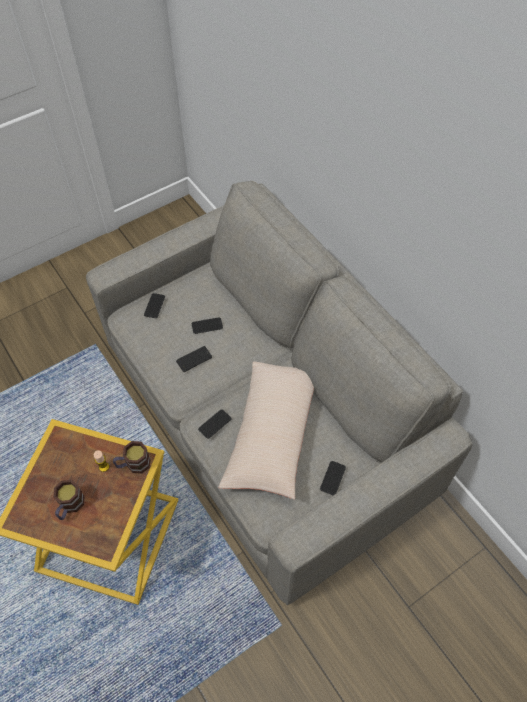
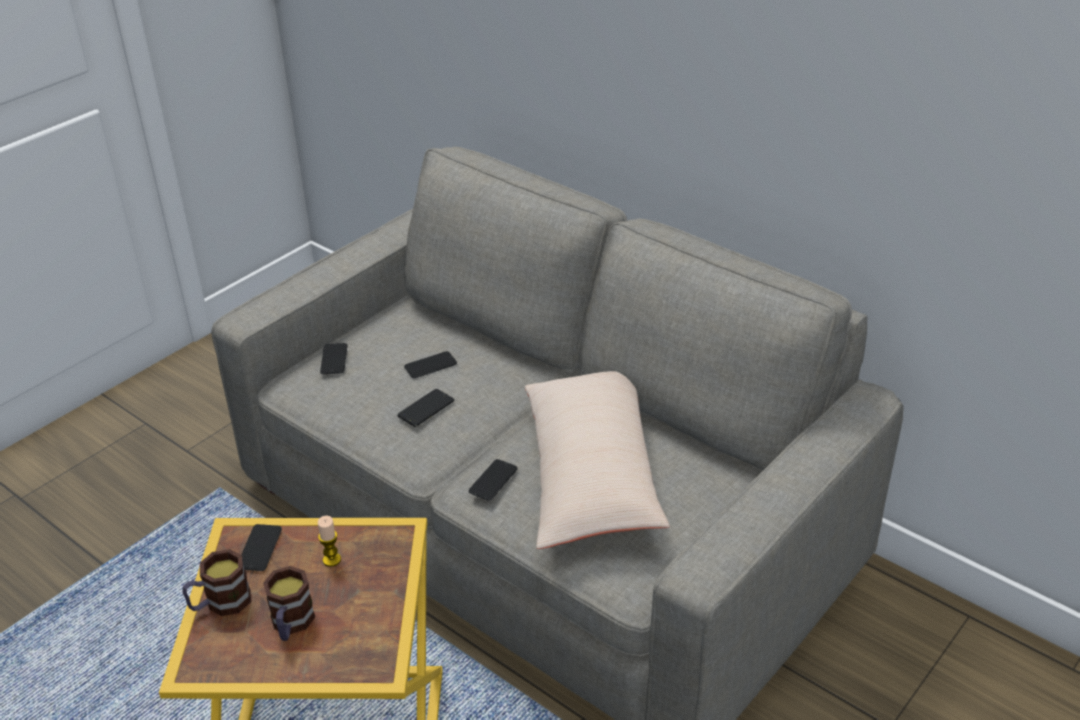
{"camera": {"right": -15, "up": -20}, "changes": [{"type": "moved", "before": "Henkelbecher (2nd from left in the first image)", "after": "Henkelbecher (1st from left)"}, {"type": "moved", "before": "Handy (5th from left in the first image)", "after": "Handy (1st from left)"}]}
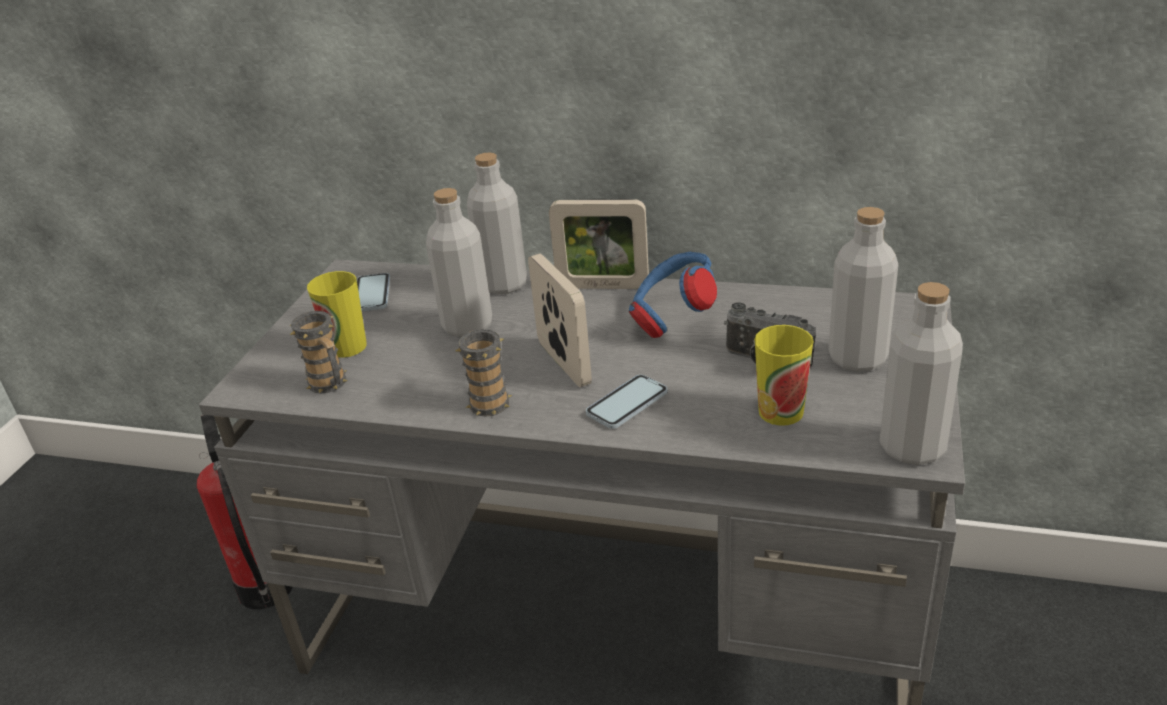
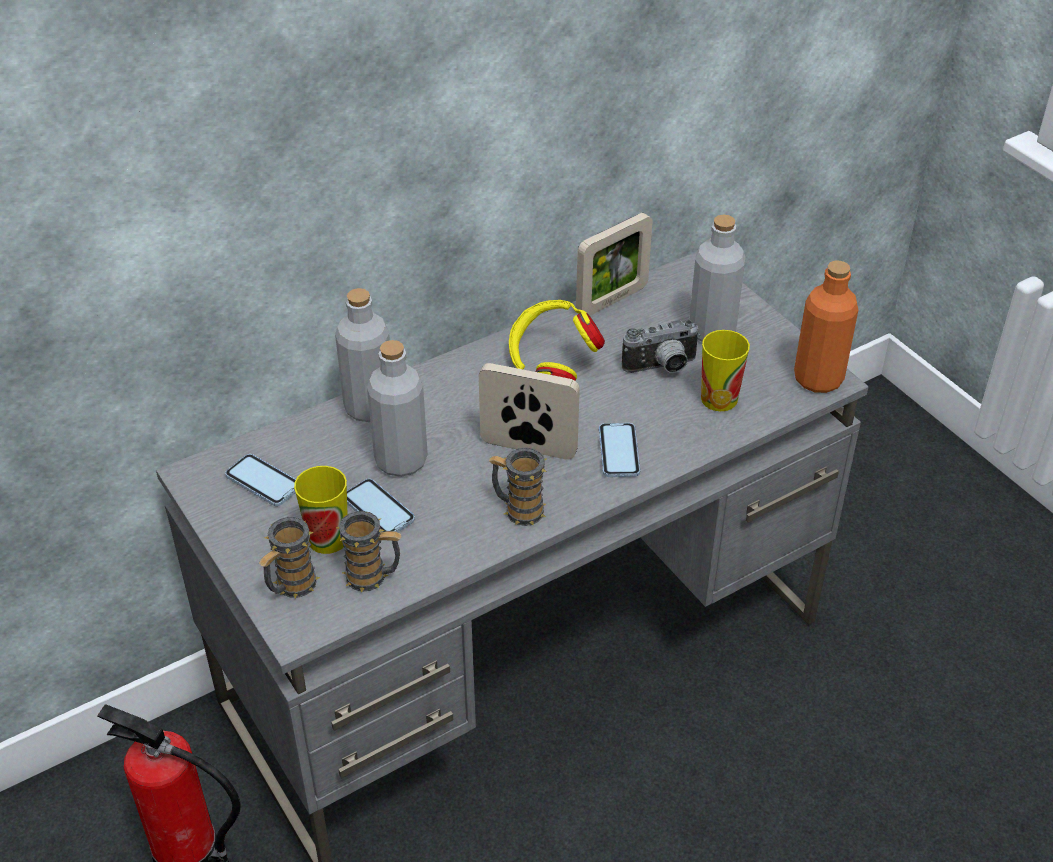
{"camera": {"right": -50, "up": 10}, "changes": [{"type": "moved", "before": "Bilderrahmen (2nd from left)"}, {"type": "recoloured", "before": "Kopfhörer [blau]", "after": "Kopfhörer [gelb]"}, {"type": "recoloured", "before": "Flasche [grau] (4th from left)", "after": "Flasche [orange]"}, {"type": "added", "after": "Henkelbecher (1st from left)"}, {"type": "added", "after": "Handy (2nd from left)"}]}
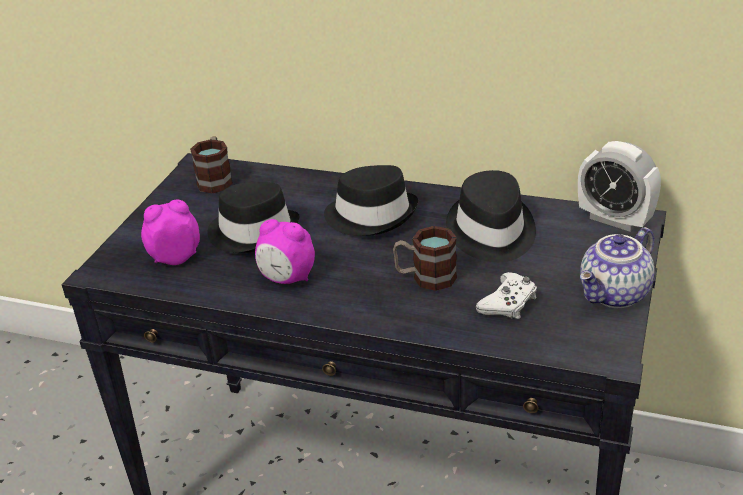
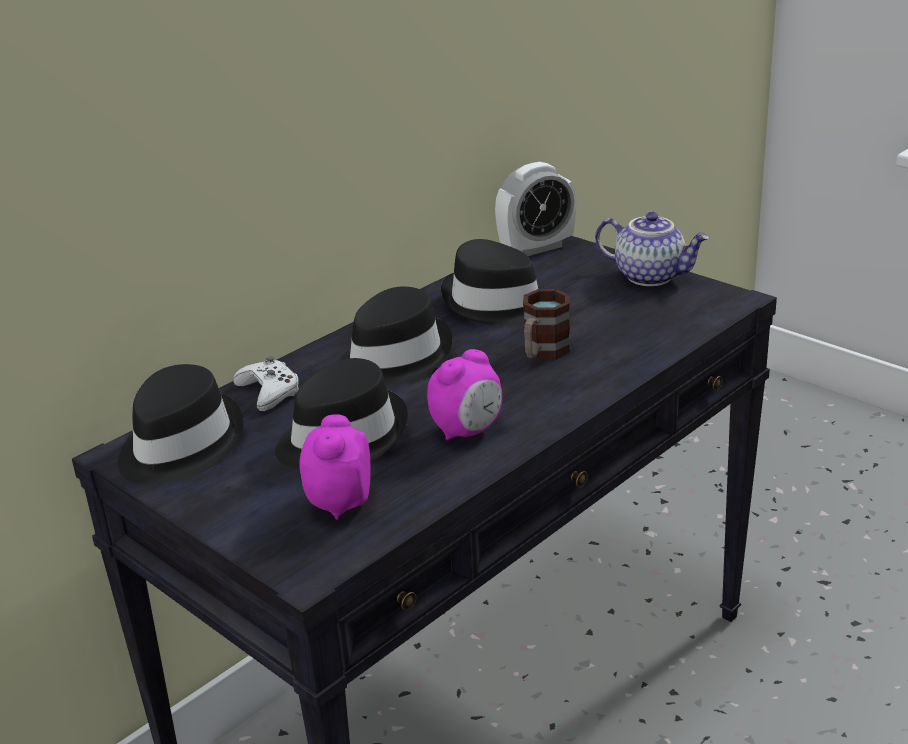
{"camera": {"right": -65, "up": -5}, "changes": [{"type": "replaced", "before": "Henkelbecher (1st from left)", "after": "Hut [schwarz] (1st from left)"}, {"type": "moved", "before": "Gamepad [weiß]"}, {"type": "turned", "before": "Teekanne", "turn": -45}]}
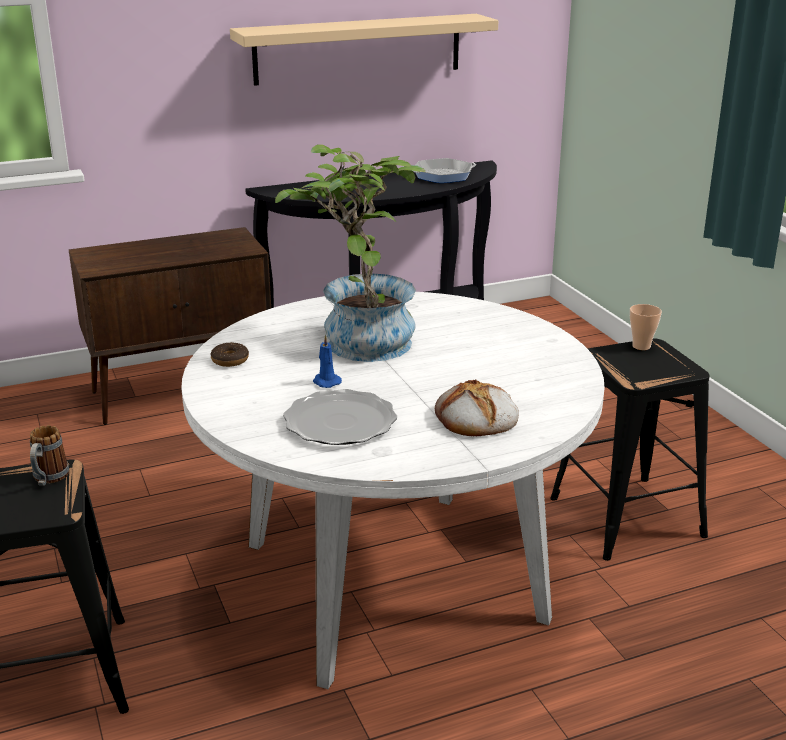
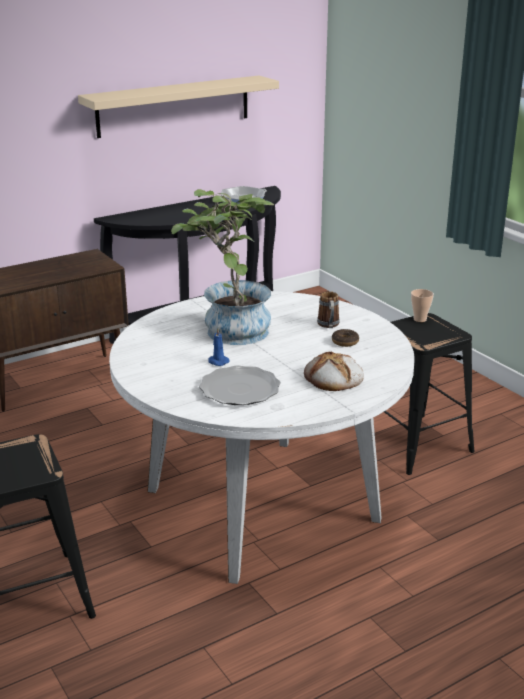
{"camera": {"right": -10, "up": 0}, "changes": [{"type": "moved", "before": "Henkelbecher"}, {"type": "moved", "before": "Donut"}]}
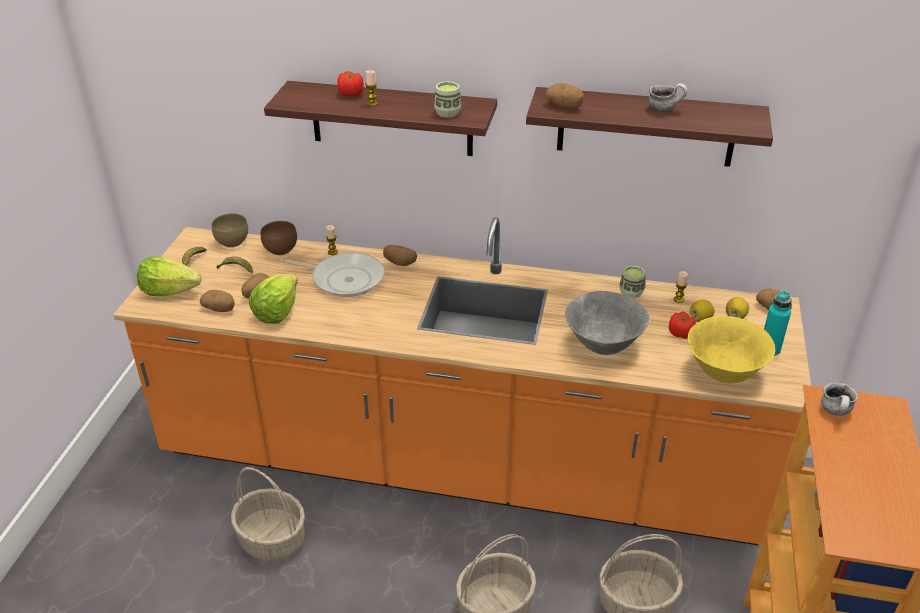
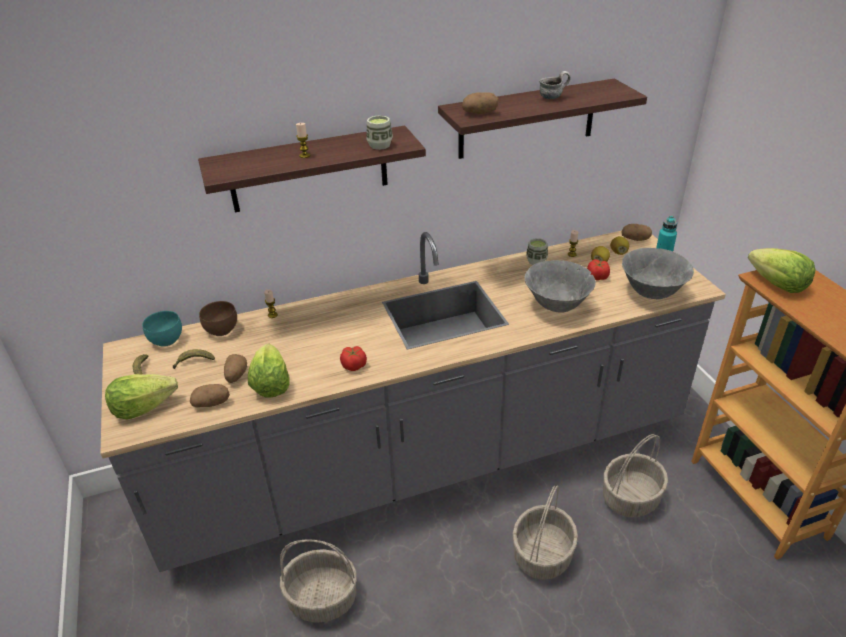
{"camera": {"right": -30, "up": 0}, "changes": [{"type": "recoloured", "before": "Küchenzeile [orange]", "after": "Küchenzeile [grau]"}, {"type": "recoloured", "before": "Schüssel [braun] (1st from left)", "after": "Schüssel [türkis]"}, {"type": "removed", "before": "Pfanne"}, {"type": "moved", "before": "Tomate (1st from left)"}, {"type": "removed", "before": "Kartoffel (3rd from left)"}, {"type": "recoloured", "before": "Schüssel [gelb]", "after": "Schüssel [grau] (2nd from left)"}, {"type": "replaced", "before": "Henkelbecher (2nd from left)", "after": "Salatkopf (3rd from left)"}]}
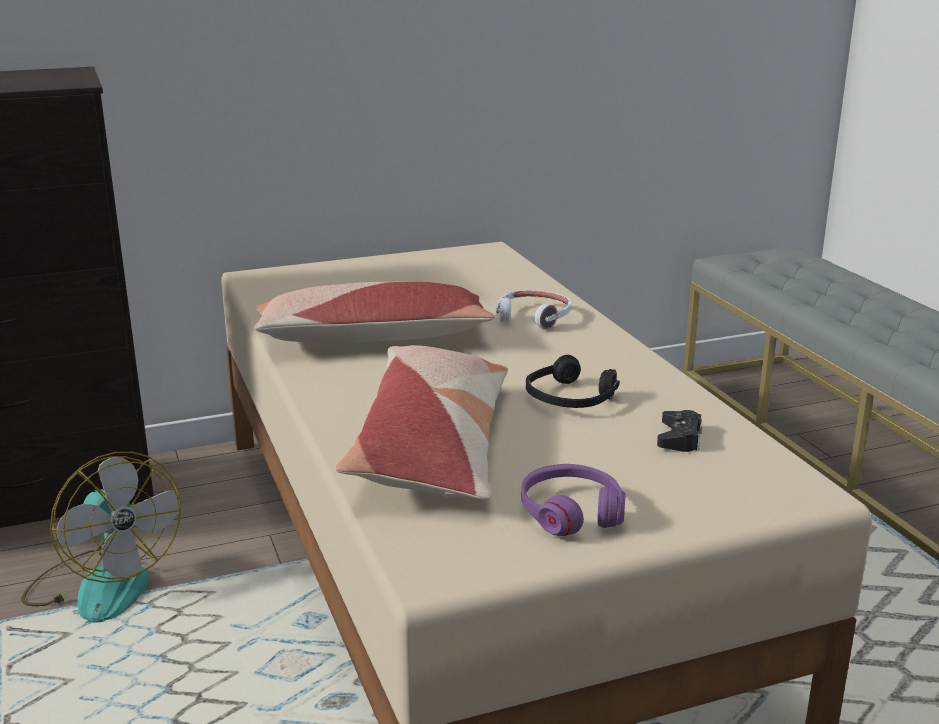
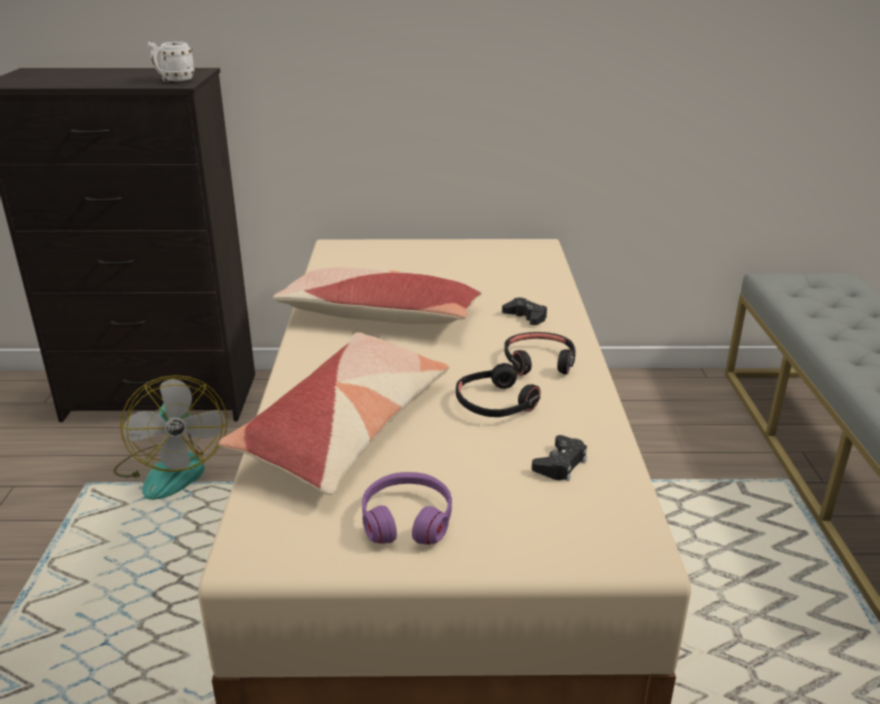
{"camera": {"right": 20, "up": 5}, "changes": [{"type": "replaced", "before": "Kopfhörer [weiß]", "after": "Gamepad [schwarz] (1st from left)"}, {"type": "added", "after": "Henkelbecher [weiß]"}, {"type": "added", "after": "Kopfhörer [schwarz] (2nd from left)"}]}
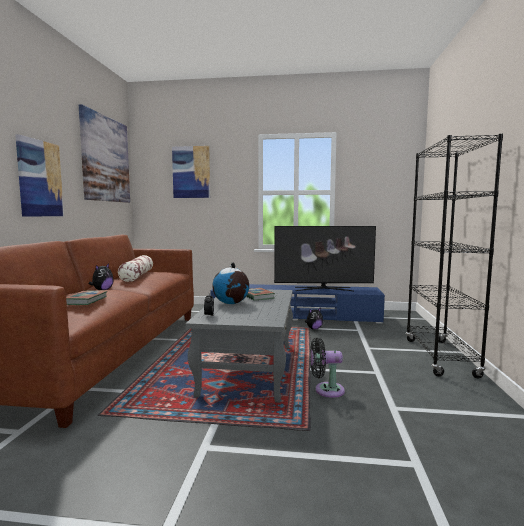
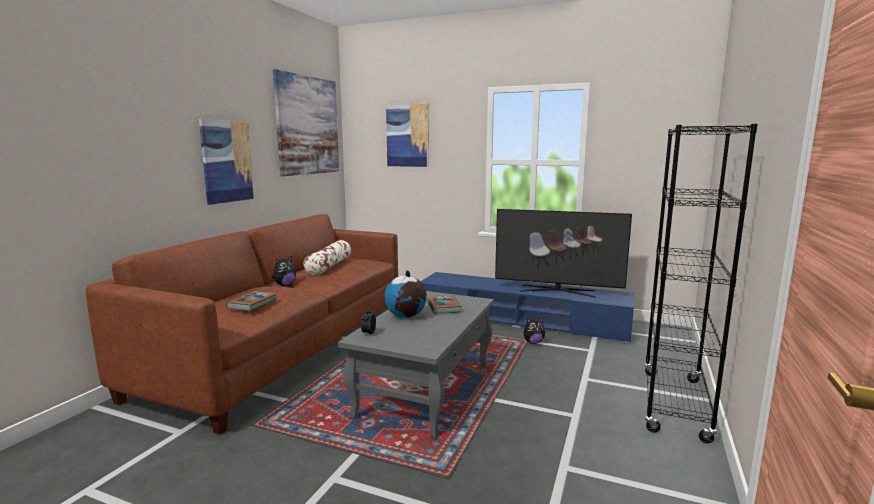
{"camera": {"right": 15, "up": 5}, "changes": [{"type": "removed", "before": "Ventilator [schwarz]"}]}
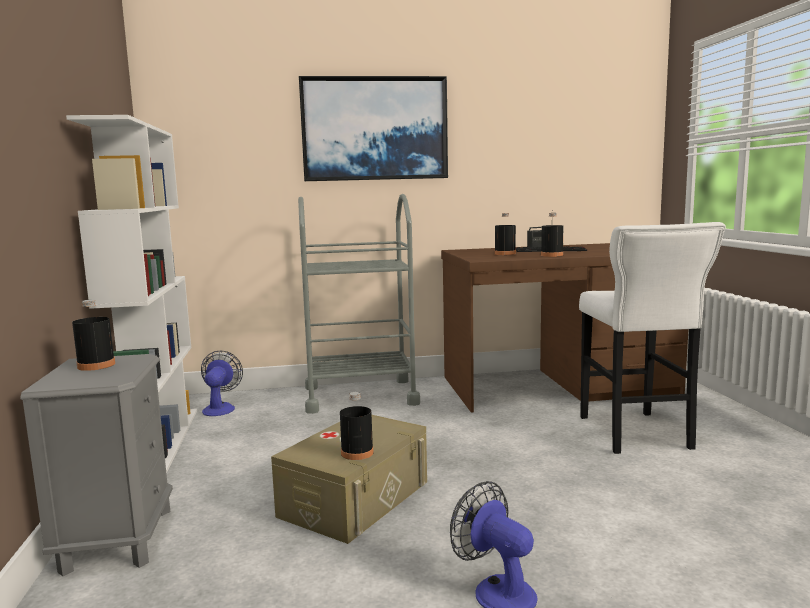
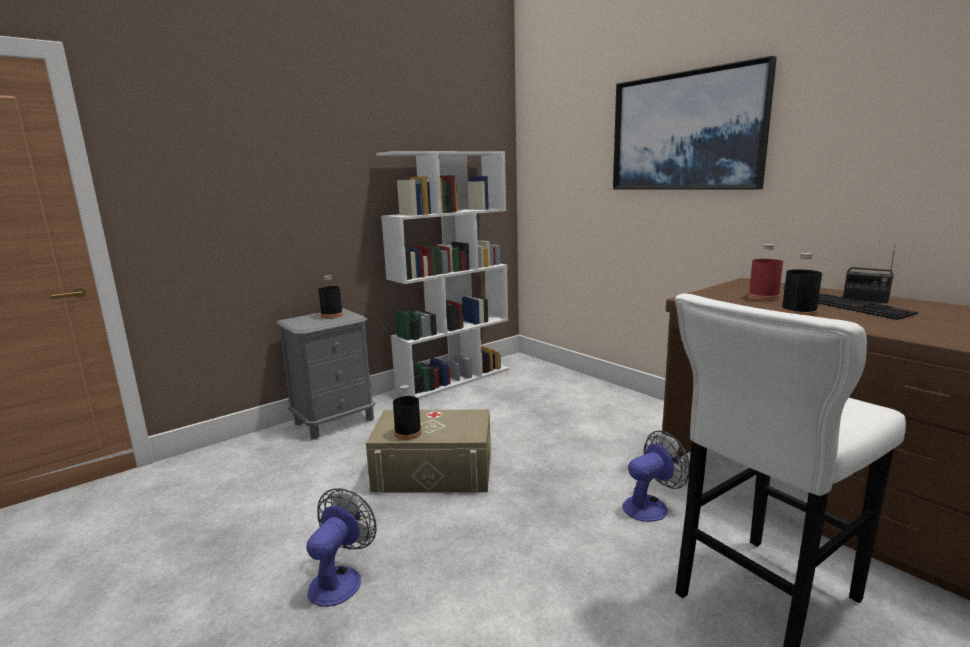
{"camera": {"right": 60, "up": 5}, "changes": [{"type": "moved", "before": "Ventilator (1st from left in the first image)", "after": "Ventilator (2nd from left)"}, {"type": "removed", "before": "Rollwagen [grau]"}, {"type": "recoloured", "before": "Flasche [schwarz] (3rd from left)", "after": "Flasche [rot]"}]}
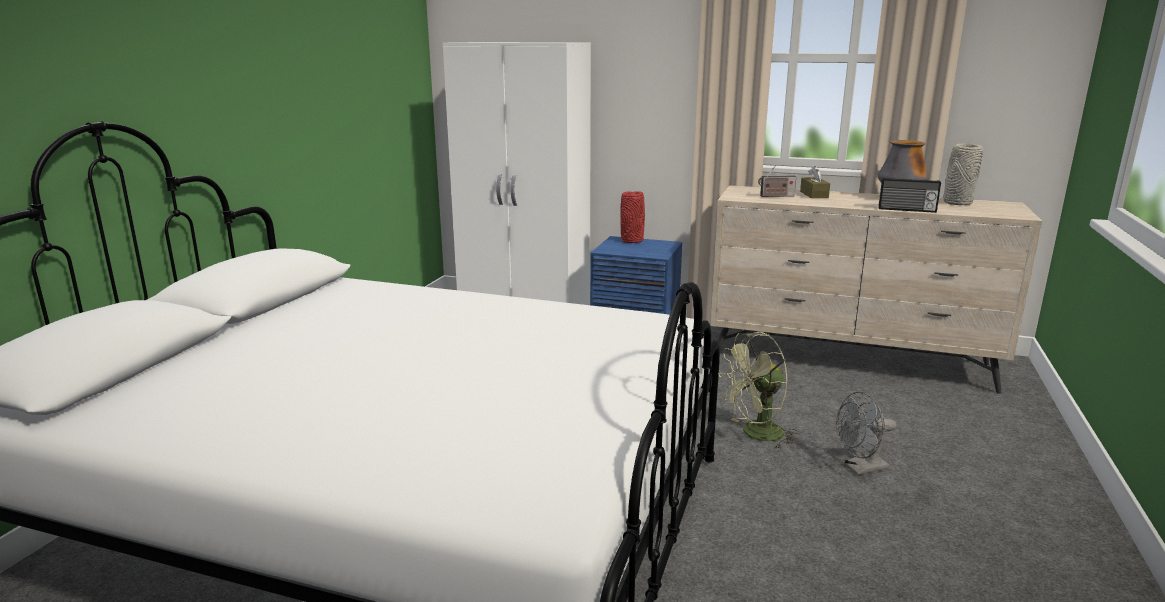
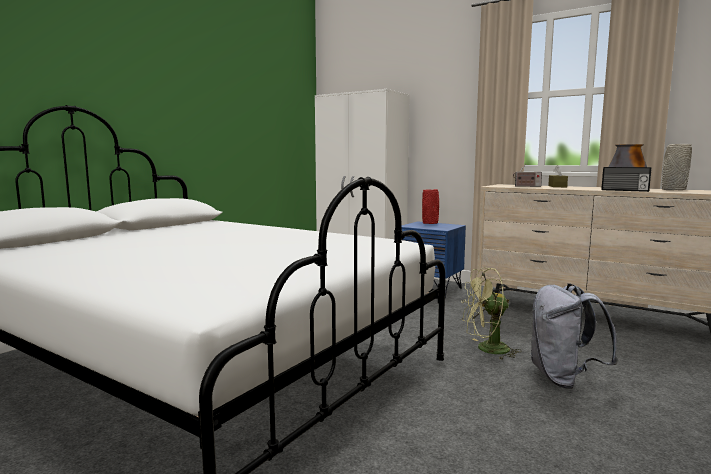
{"camera": {"right": 15, "up": -10}, "changes": [{"type": "replaced", "before": "Ventilator [grau]", "after": "Rucksack [grau]"}]}
